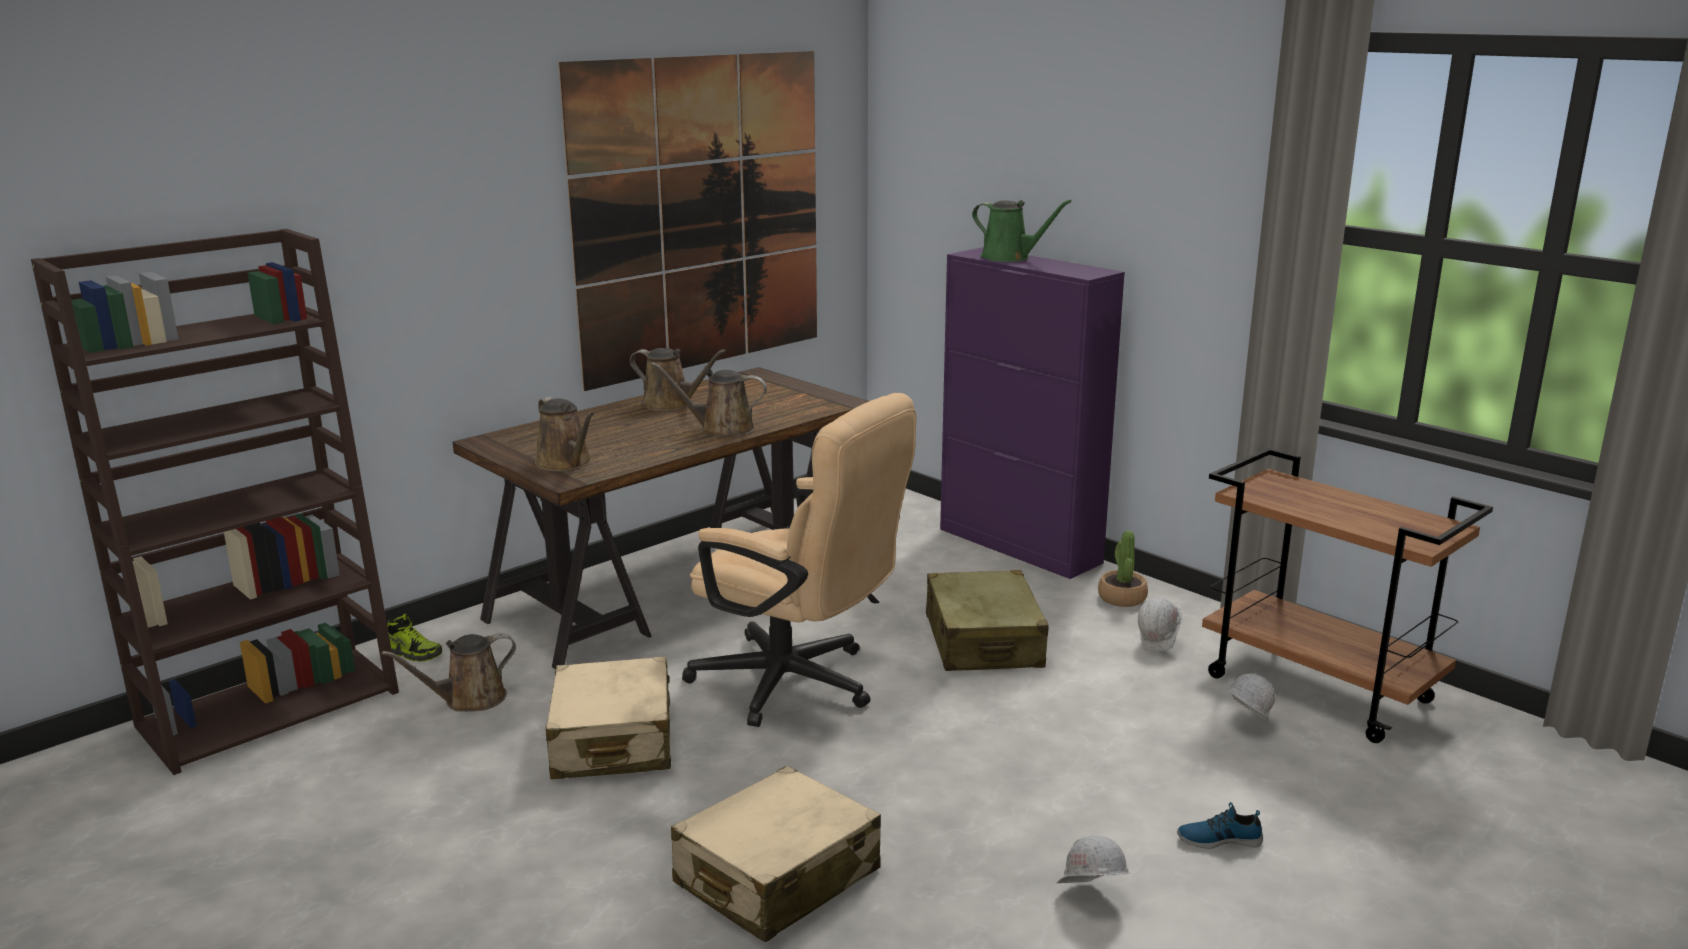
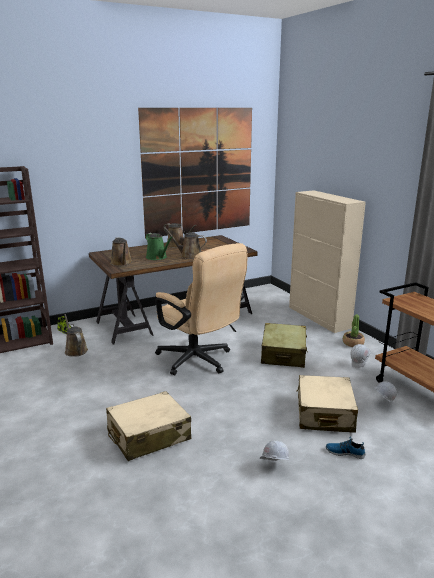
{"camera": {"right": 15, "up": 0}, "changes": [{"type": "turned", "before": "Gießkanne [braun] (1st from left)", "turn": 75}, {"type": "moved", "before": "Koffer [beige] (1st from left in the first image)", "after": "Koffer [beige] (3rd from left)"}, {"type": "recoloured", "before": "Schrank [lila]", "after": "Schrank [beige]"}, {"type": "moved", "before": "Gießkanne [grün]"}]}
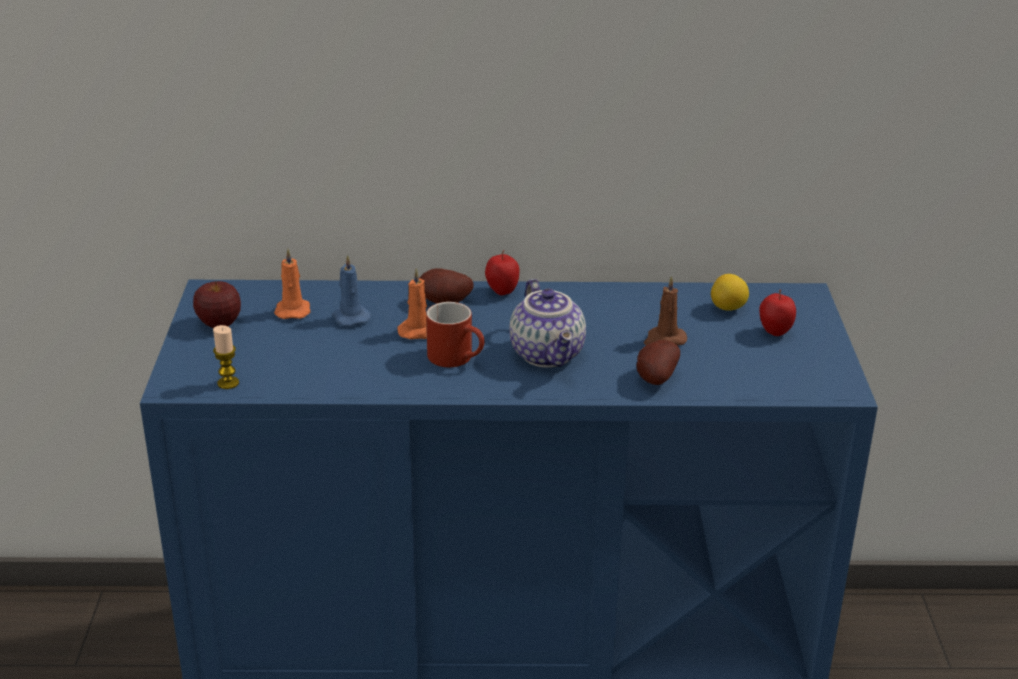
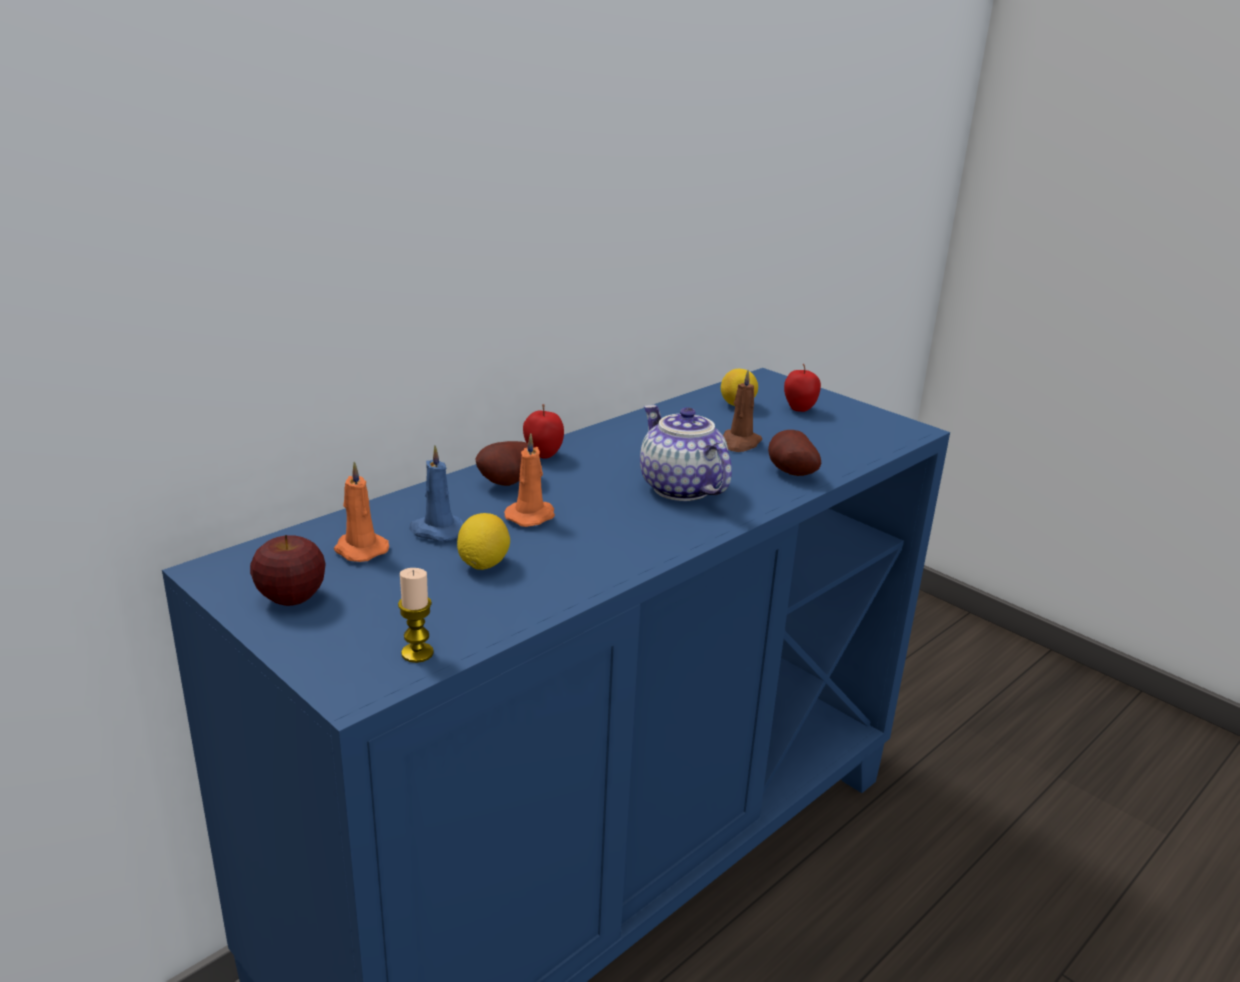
{"camera": {"right": -45, "up": -5}, "changes": [{"type": "removed", "before": "Henkelbecher [rot]"}, {"type": "turned", "before": "Teekanne", "turn": -150}, {"type": "added", "after": "Zitrone (1st from left)"}]}
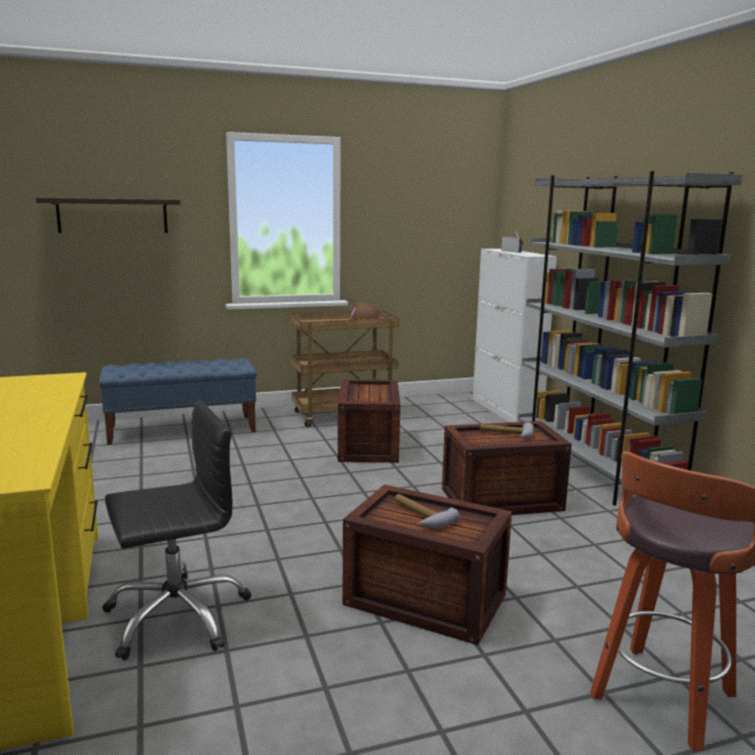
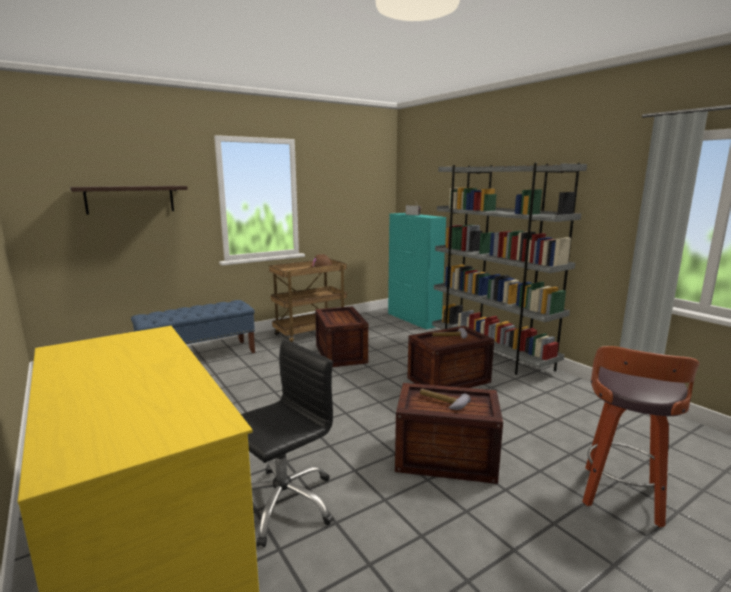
{"camera": {"right": -15, "up": 0}, "changes": [{"type": "recoloured", "before": "Schrank [weiß]", "after": "Schrank [türkis]"}]}
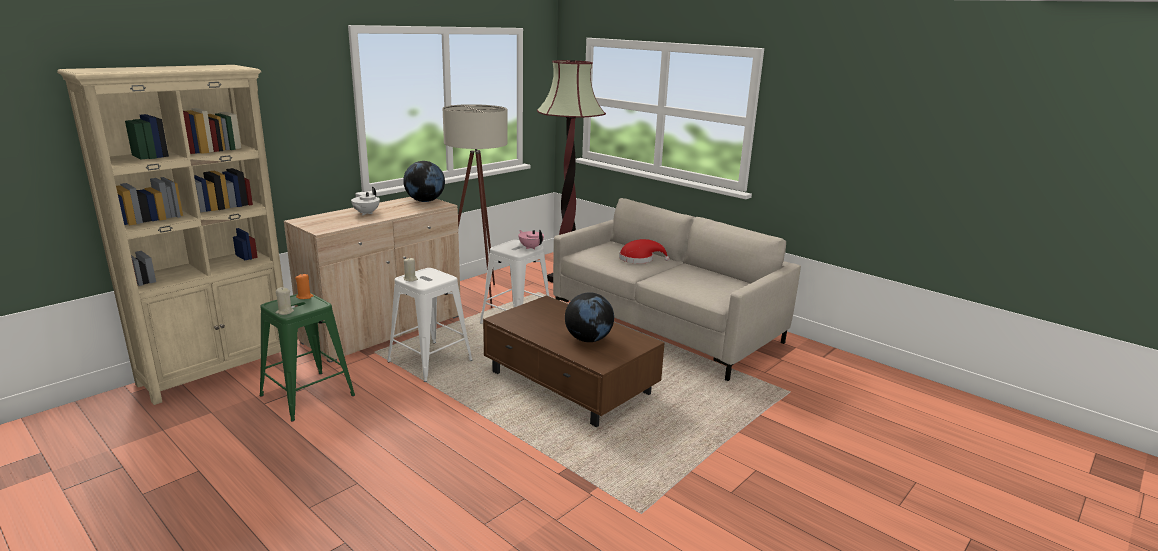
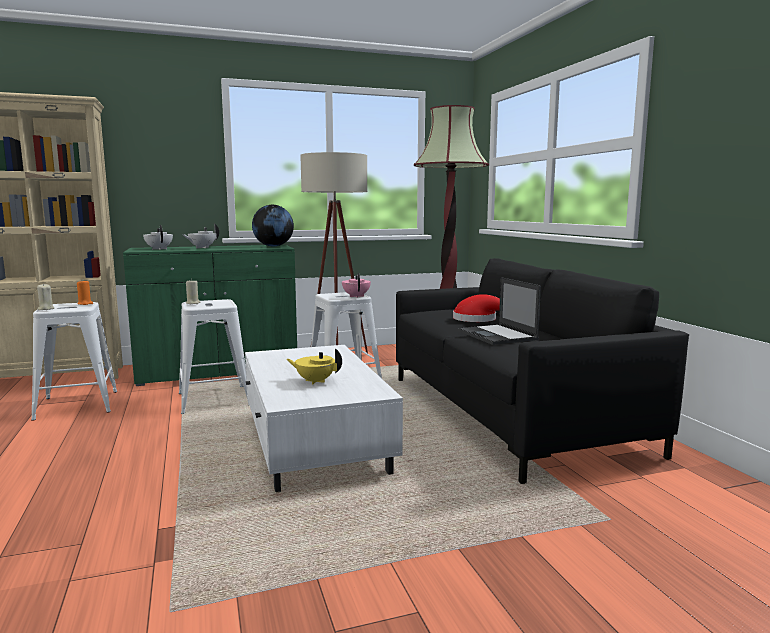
{"camera": {"right": 30, "up": -10}, "changes": [{"type": "recoloured", "before": "Hocker [grün]", "after": "Hocker [weiß] (1st from left)"}, {"type": "recoloured", "before": "Schrank [beige]", "after": "Schrank [grün]"}, {"type": "recoloured", "before": "Couchtisch [braun]", "after": "Couchtisch [weiß]"}, {"type": "recoloured", "before": "Sofa [beige]", "after": "Sofa [schwarz]"}, {"type": "replaced", "before": "Globus (2nd from left)", "after": "Teekanne [gelb]"}, {"type": "added", "after": "Teekanne [weiß] (1st from left)"}, {"type": "added", "after": "Laptop"}]}
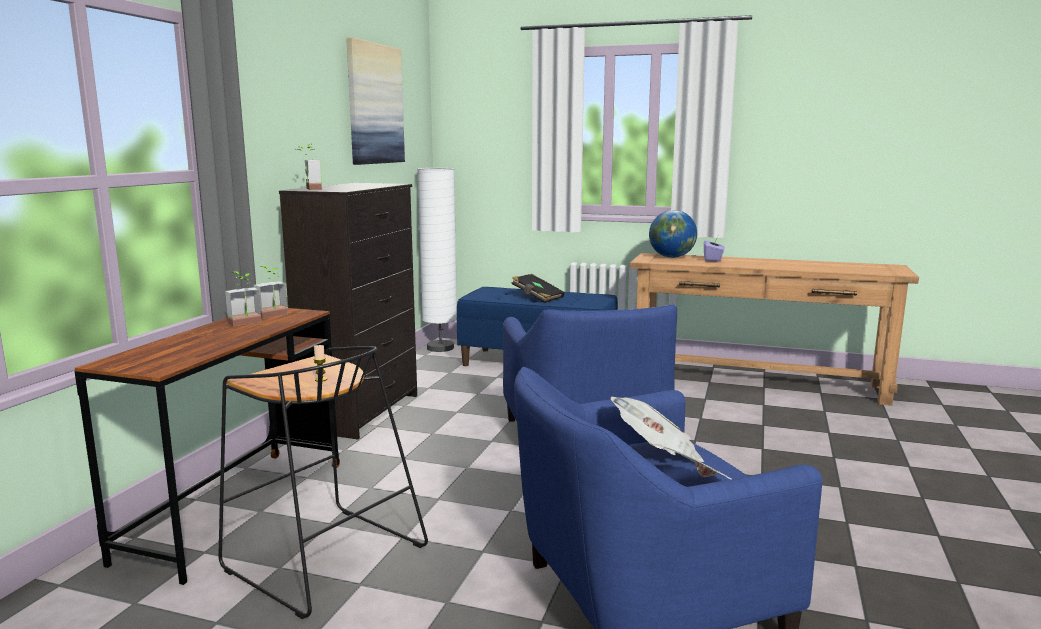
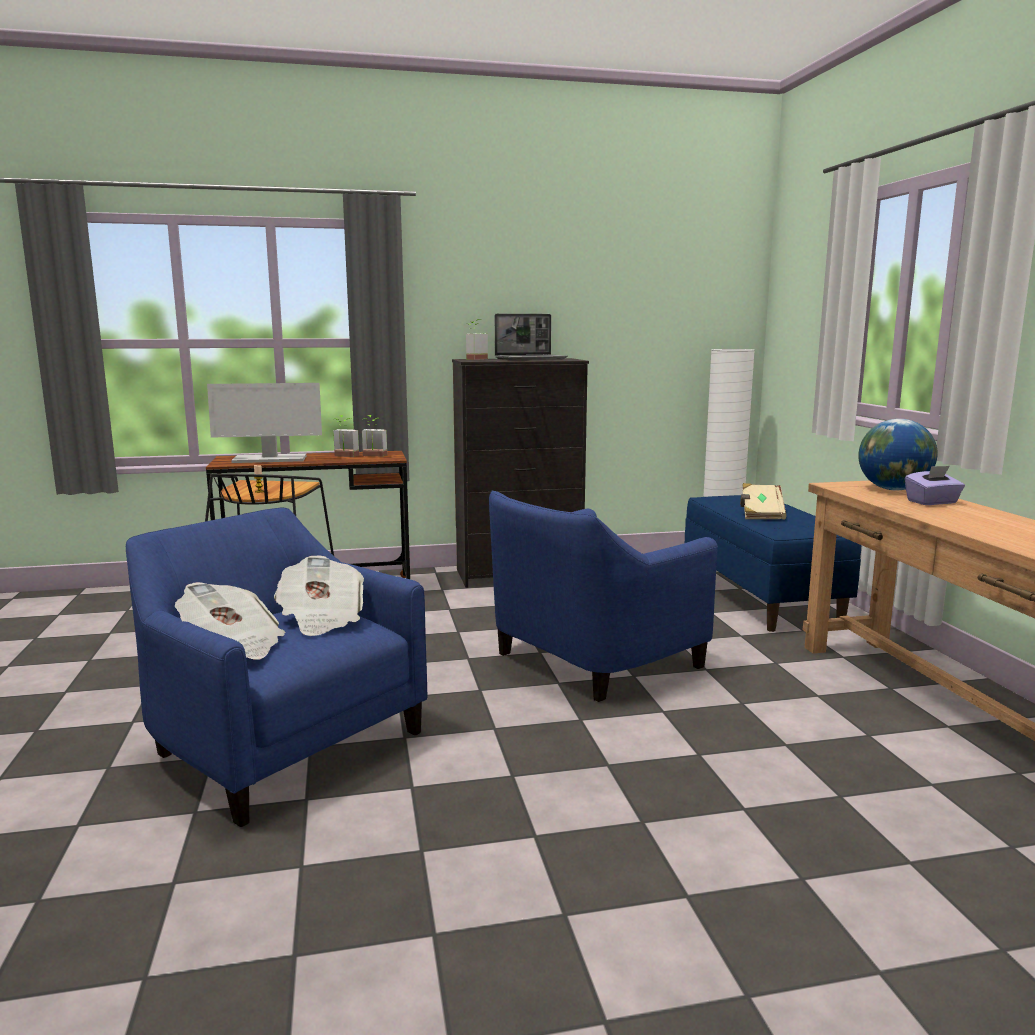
{"camera": {"right": 60, "up": 0}, "changes": [{"type": "removed", "before": "Bild"}, {"type": "recoloured", "before": "Buch [schwarz]", "after": "Buch [beige]"}, {"type": "added", "after": "Monitor"}, {"type": "added", "after": "Laptop"}]}
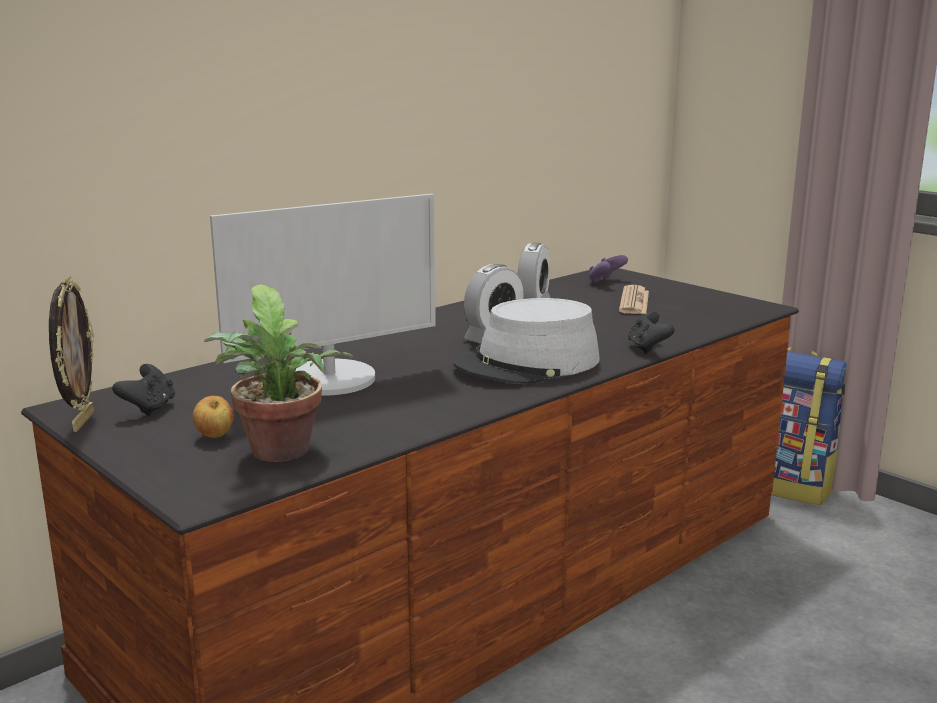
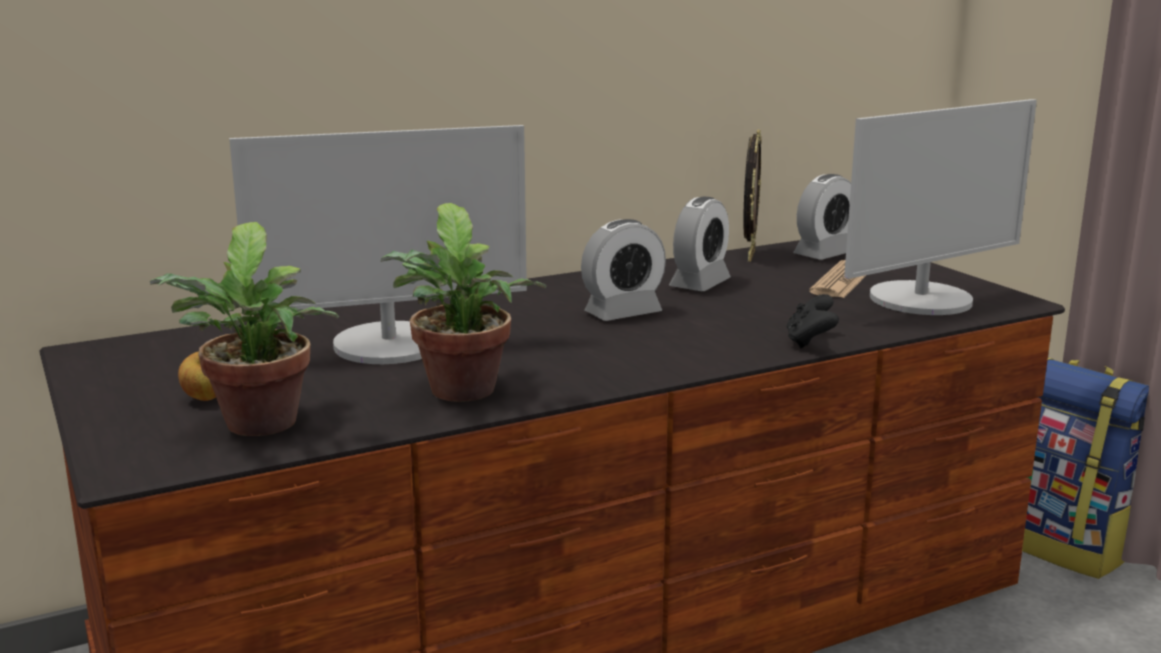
{"camera": {"right": 15, "up": 0}, "changes": [{"type": "moved", "before": "Bilderrahmen"}, {"type": "removed", "before": "Gamepad [schwarz] (1st from left)"}, {"type": "removed", "before": "Hut [grau]"}, {"type": "replaced", "before": "Gamepad [lila]", "after": "Wecker (3rd from left)"}, {"type": "added", "after": "Topfpflanze (2nd from left)"}, {"type": "added", "after": "Monitor (2nd from left)"}]}
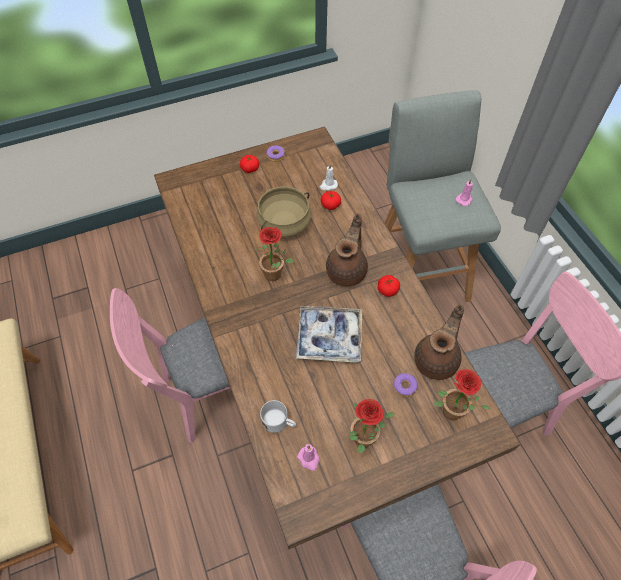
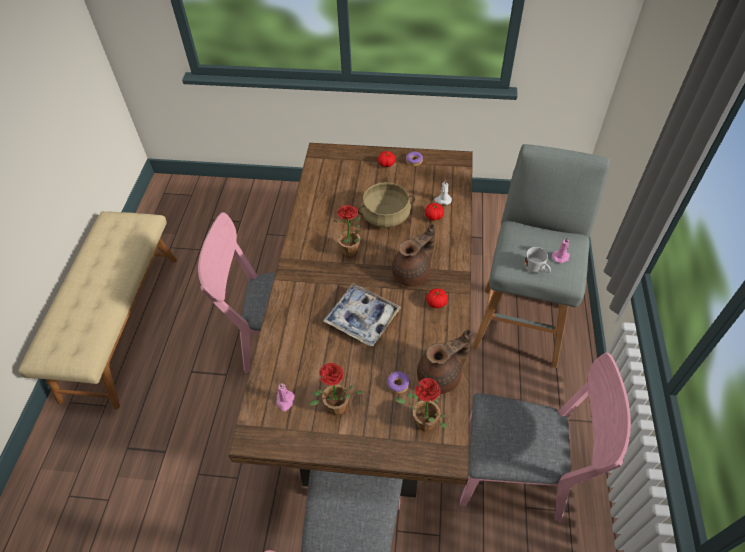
{"camera": {"right": 30, "up": -5}, "changes": [{"type": "moved", "before": "Henkelbecher [weiß]"}]}
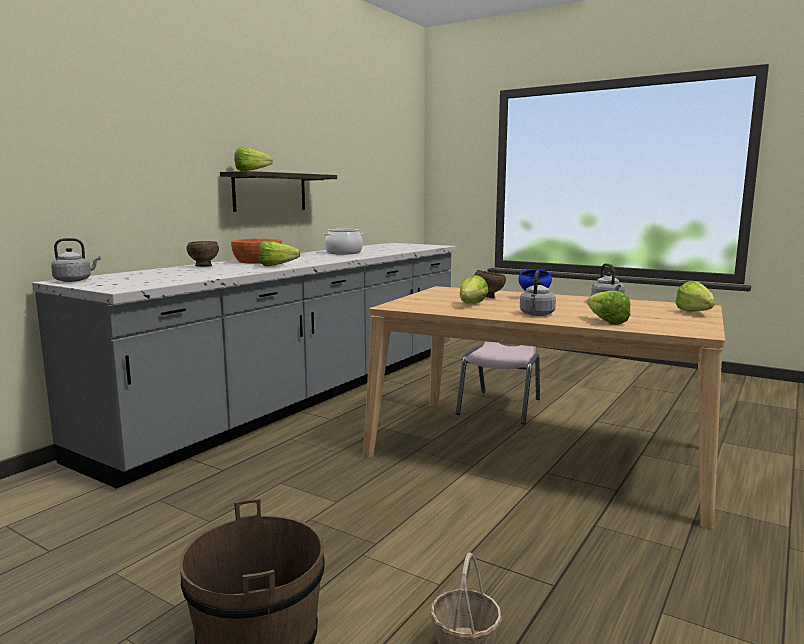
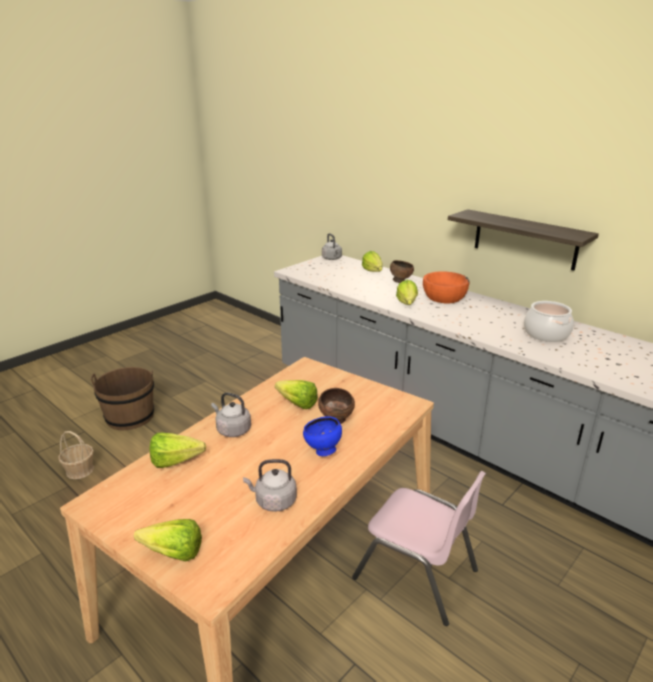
{"camera": {"right": 100, "up": 15}, "changes": [{"type": "moved", "before": "Salatkopf (1st from left in the first image)", "after": "Salatkopf (4th from left)"}]}
